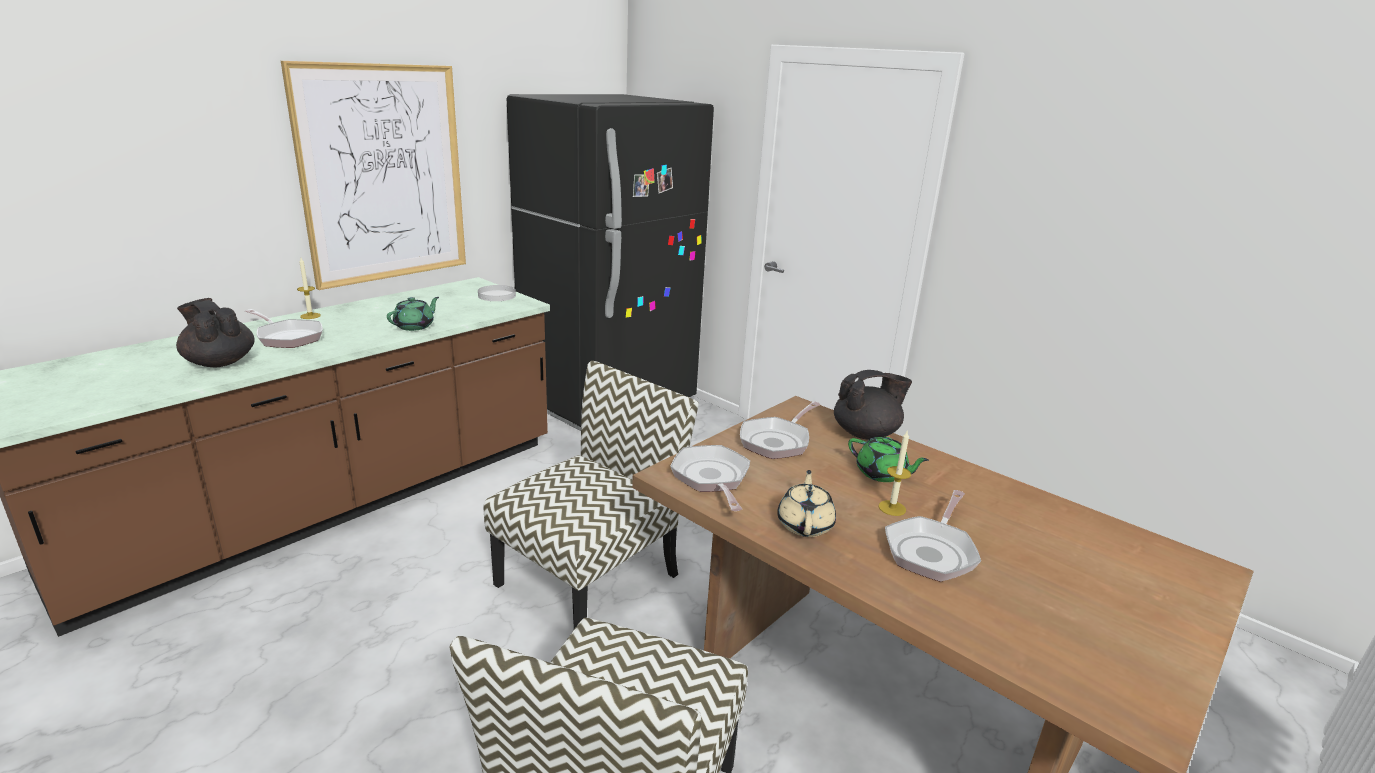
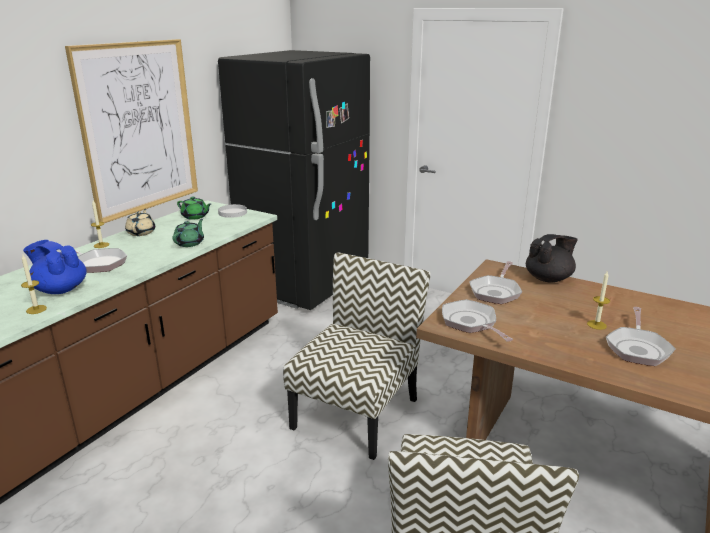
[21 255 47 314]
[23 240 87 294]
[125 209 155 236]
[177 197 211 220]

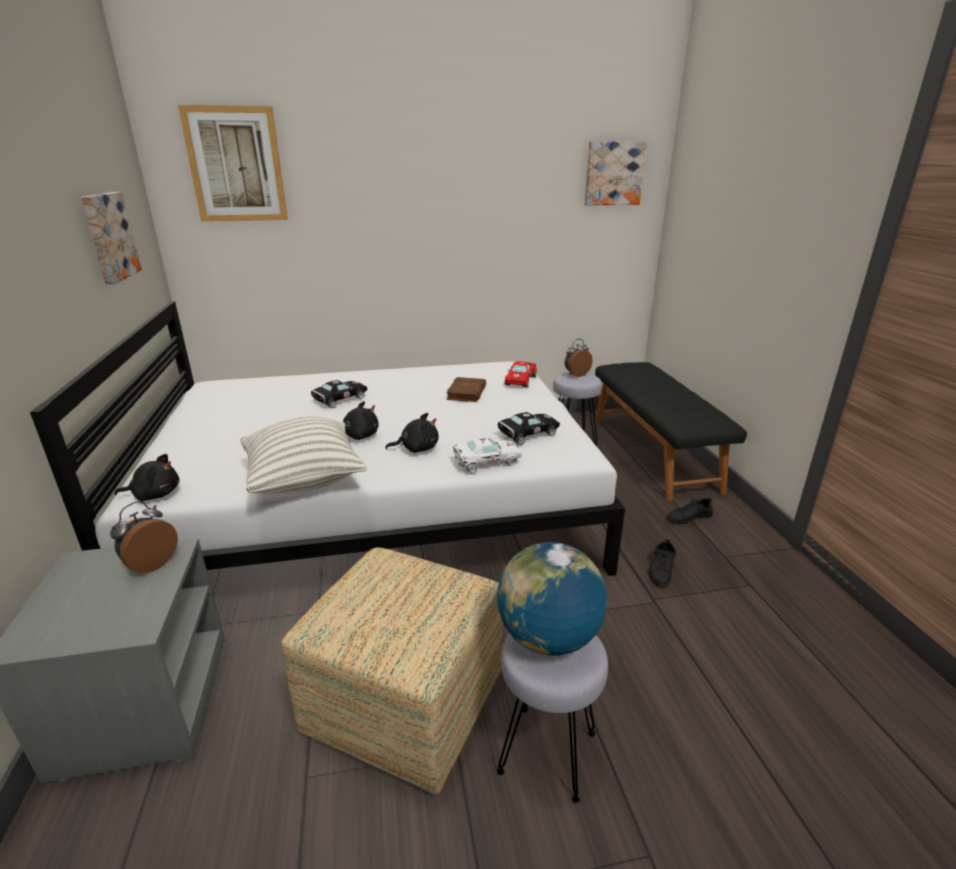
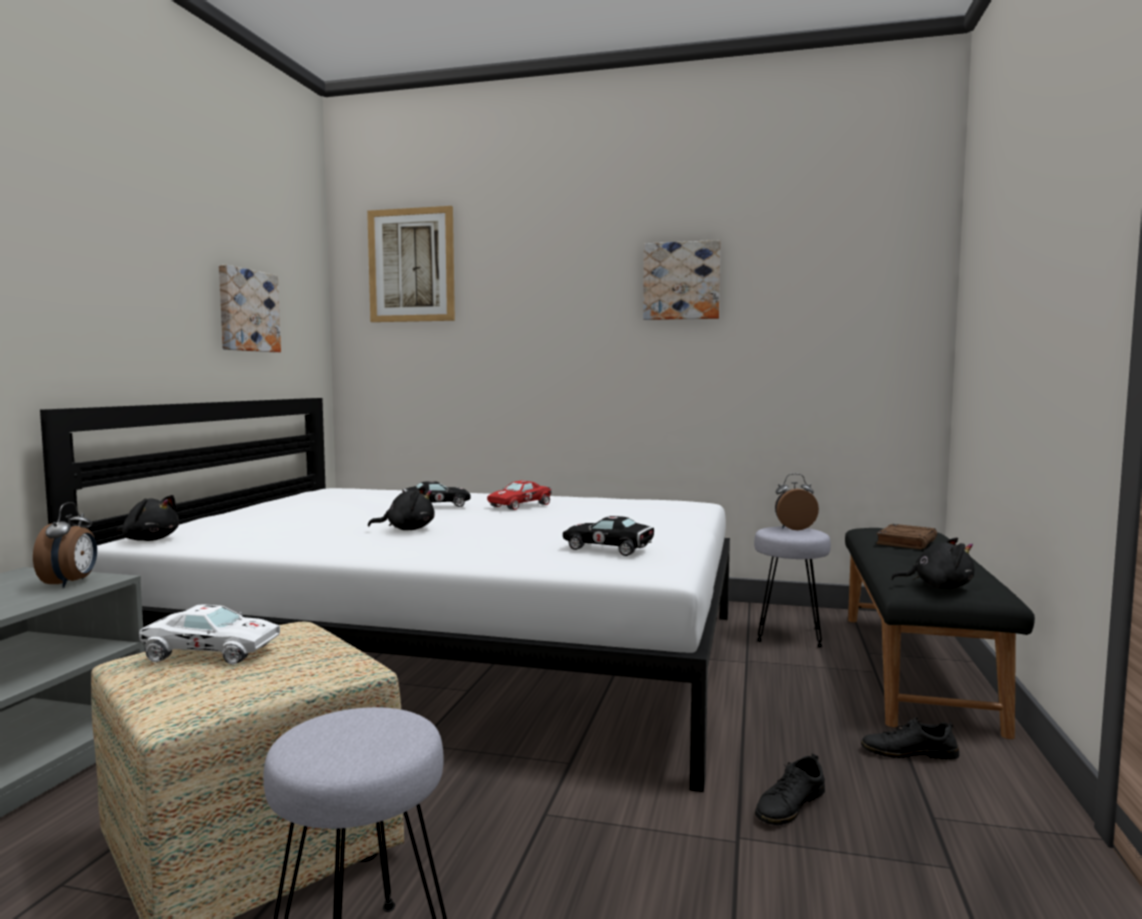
[33 502 97 588]
[138 604 280 665]
[487 481 552 510]
[563 516 654 556]
[643 240 721 320]
[876 524 937 549]
[891 538 975 589]
[240 416 367 494] (first image)
[497 542 607 656] (first image)

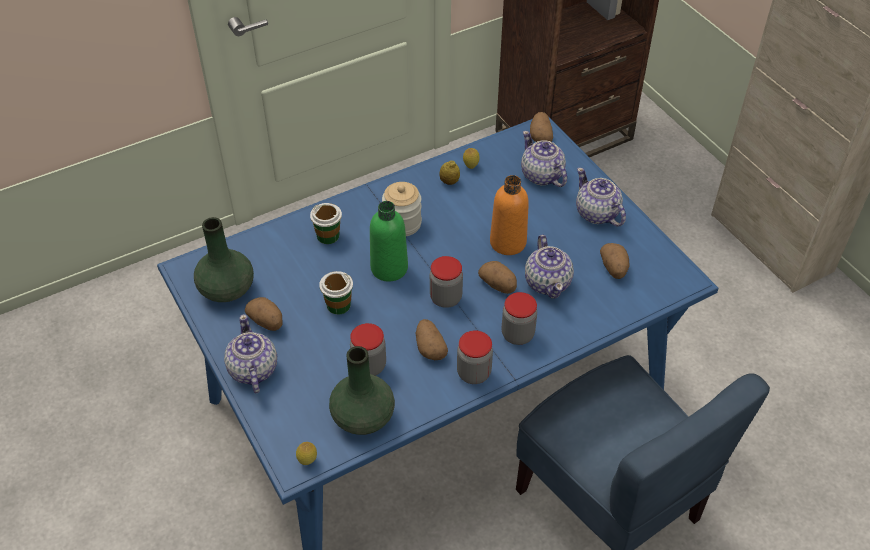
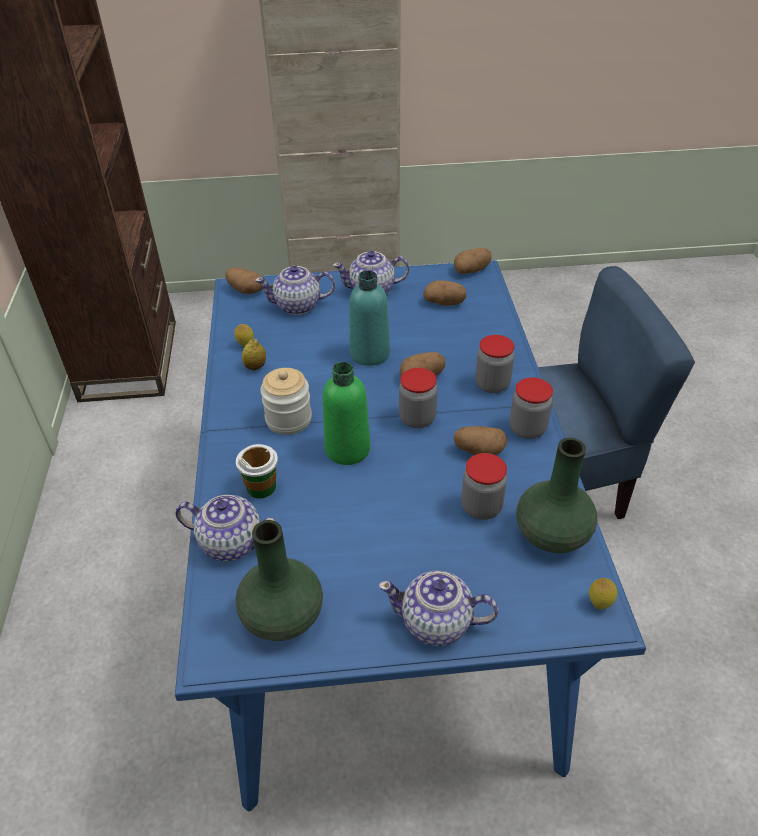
[176 495 276 561]
[349 270 390 366]
[454 248 492 274]
[319 271 353 315] (first image)

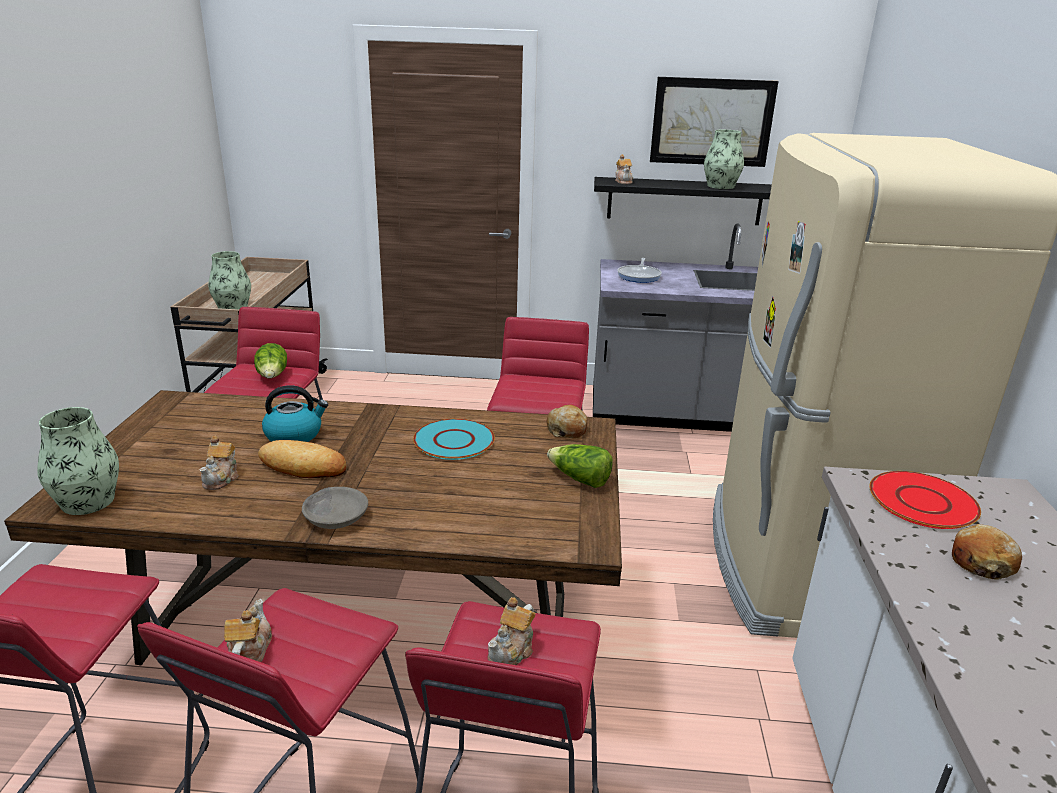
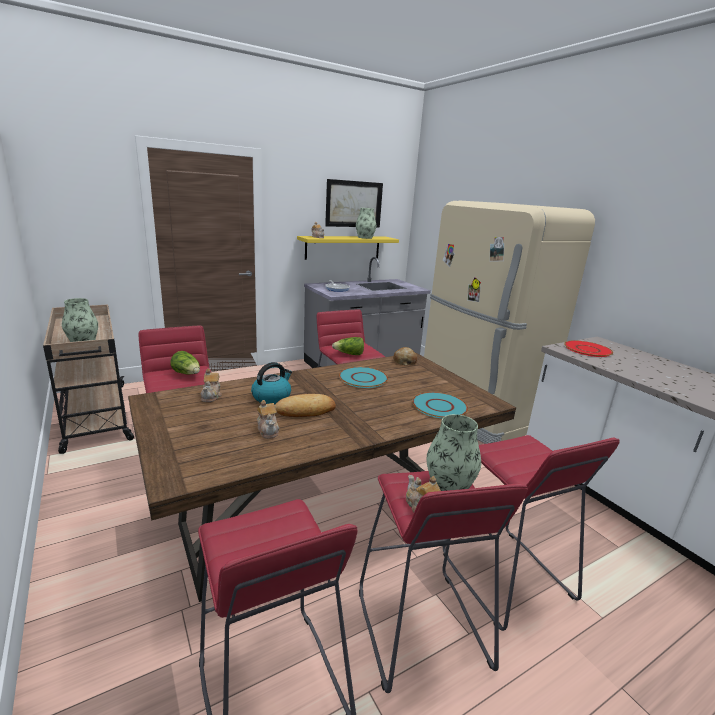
[200 369 222 402]
[297 236 399 260]
[332 337 364 355]
[412 392 468 419]
[427 414 481 491]
[302 487 368 529] (first image)
[952 524 1022 579] (first image)

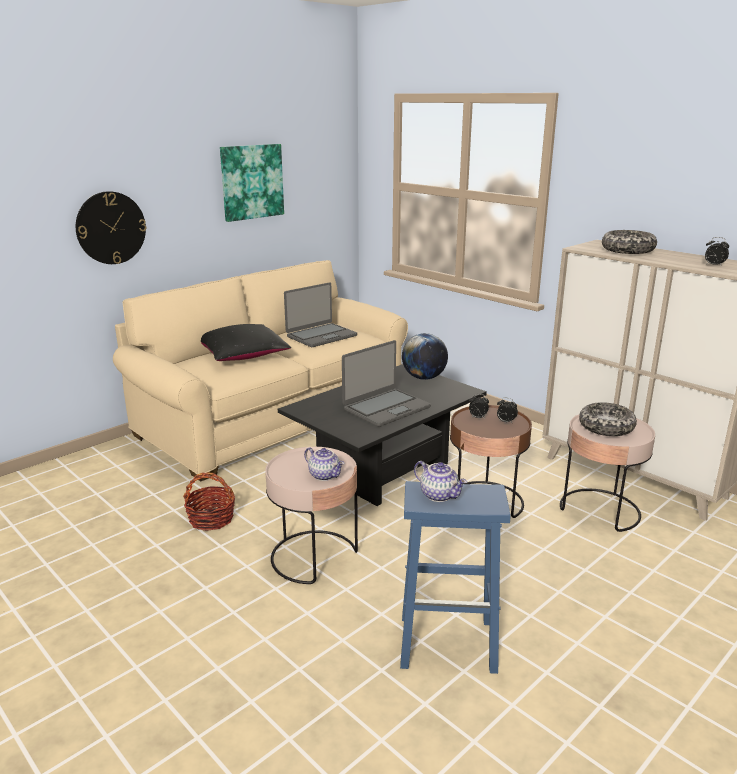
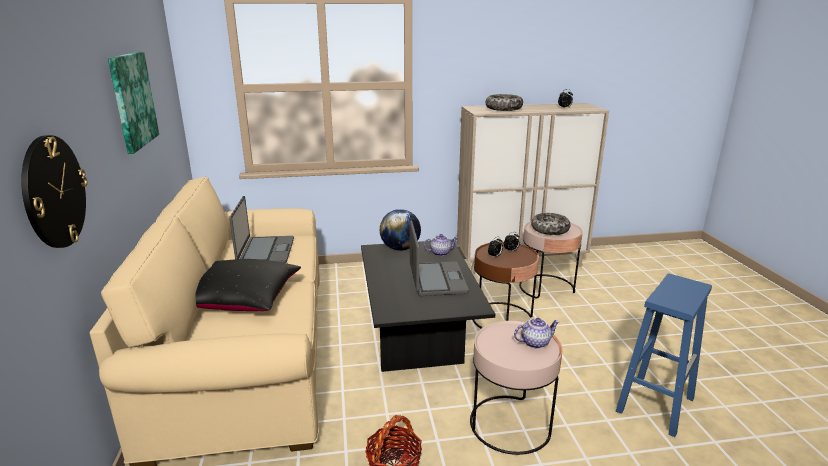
[424 234 458 256]

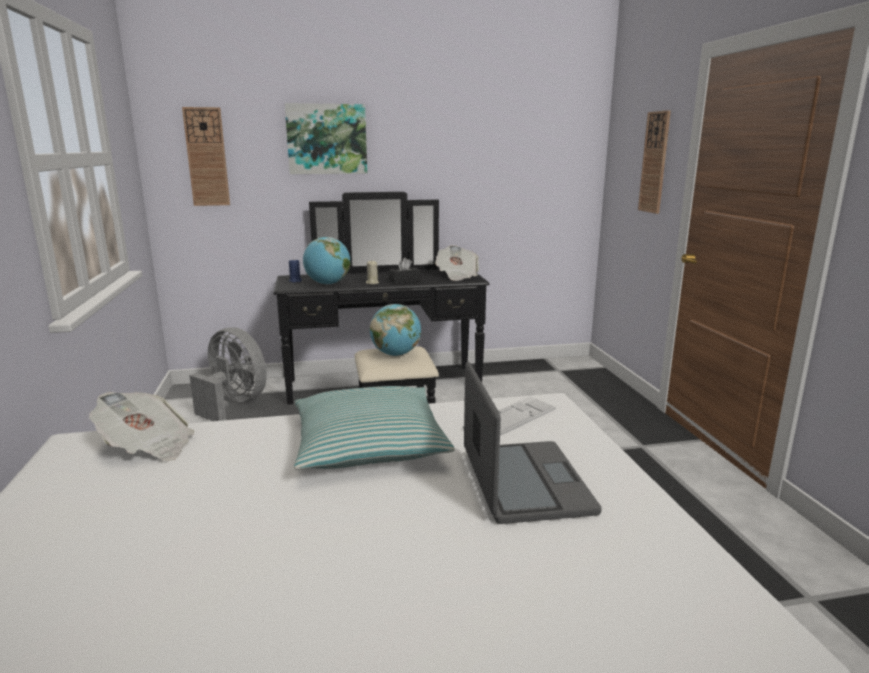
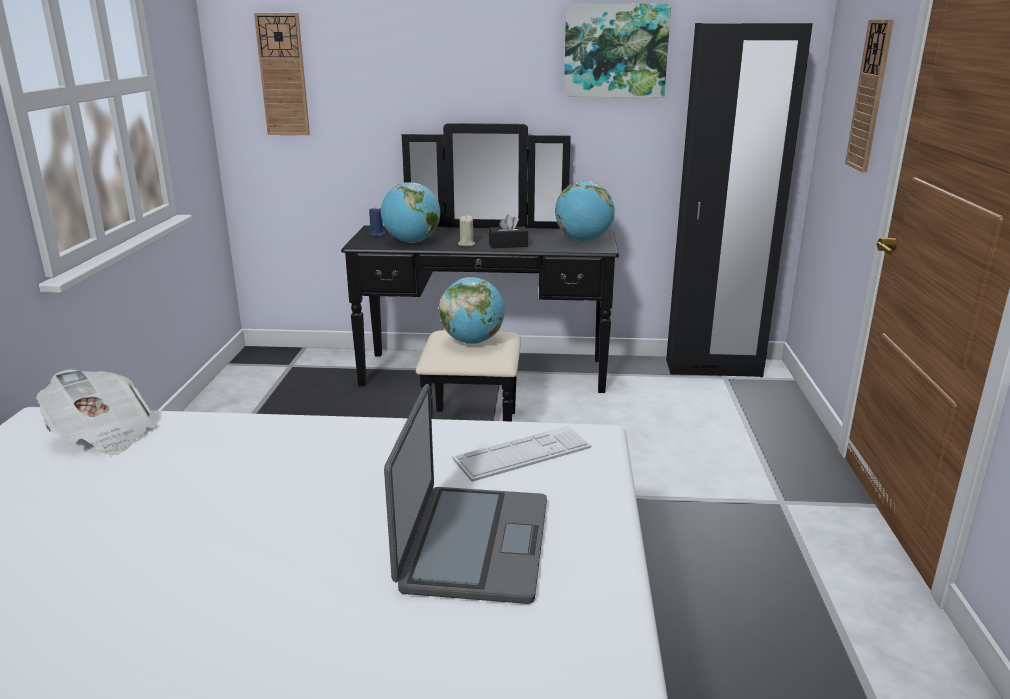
[555 181 615 241]
[564 4 671 97]
[666 23 813 377]
[189 327 267 421] (first image)
[294 386 455 470] (first image)

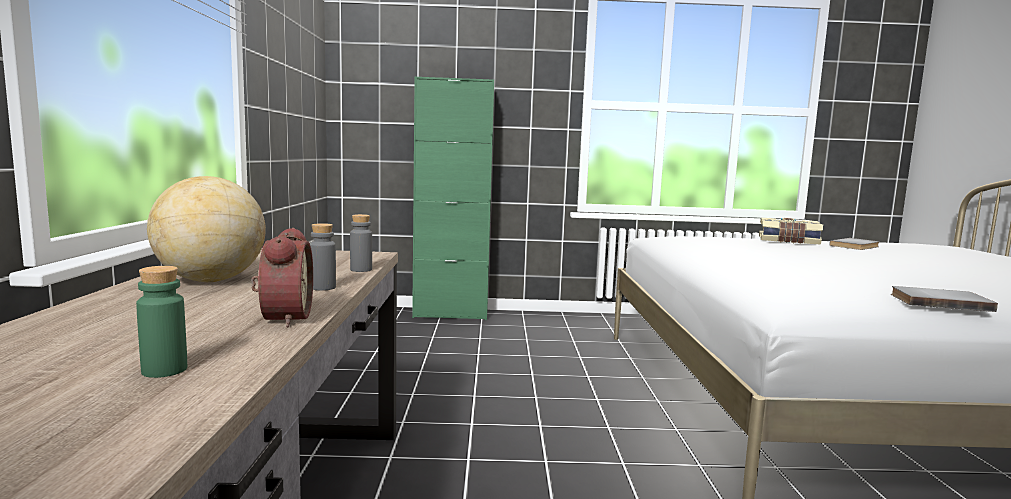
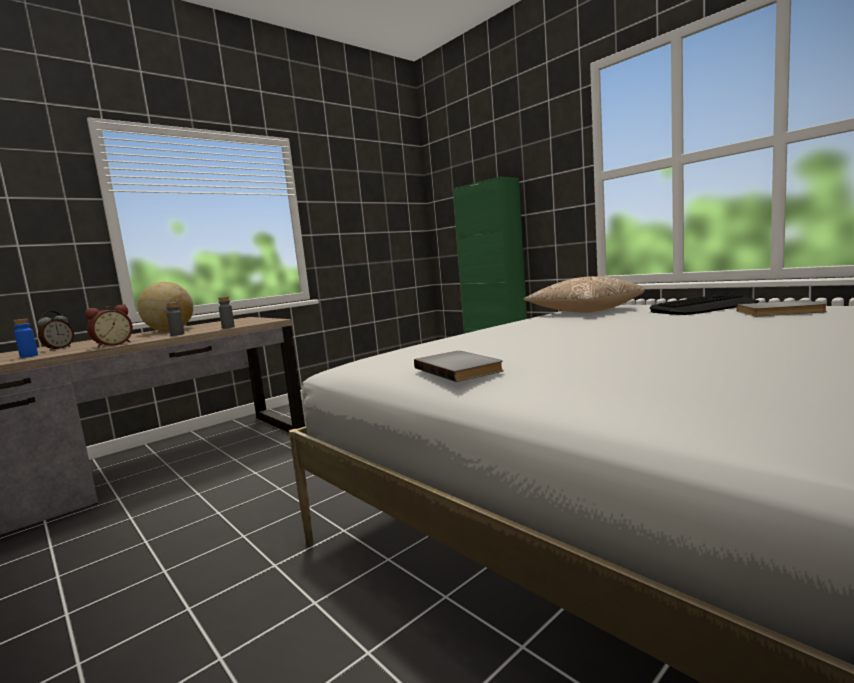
[13 319 38 358]
[37 311 74 350]
[524 276 645 313]
[650 294 759 315]

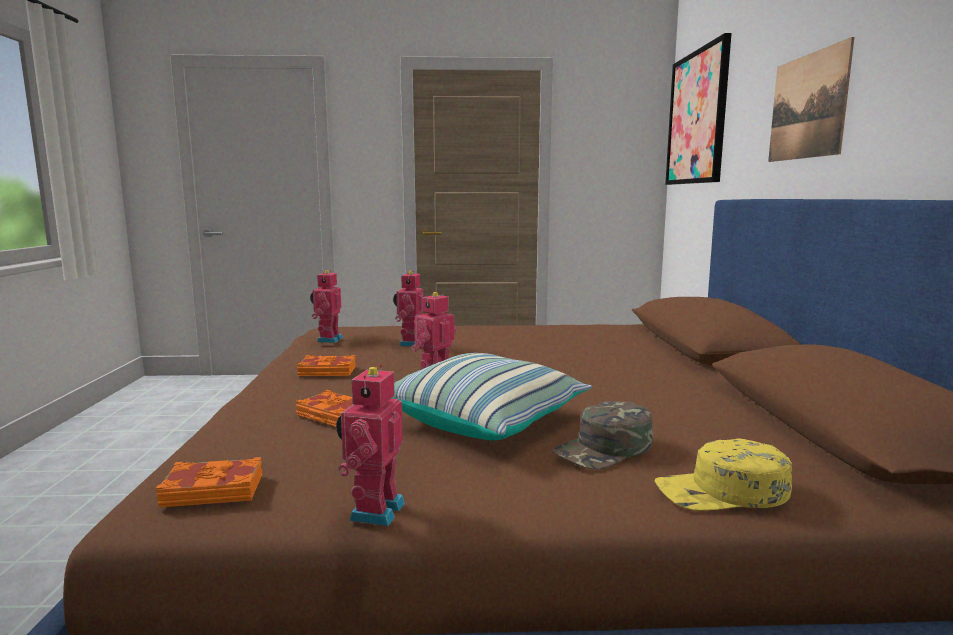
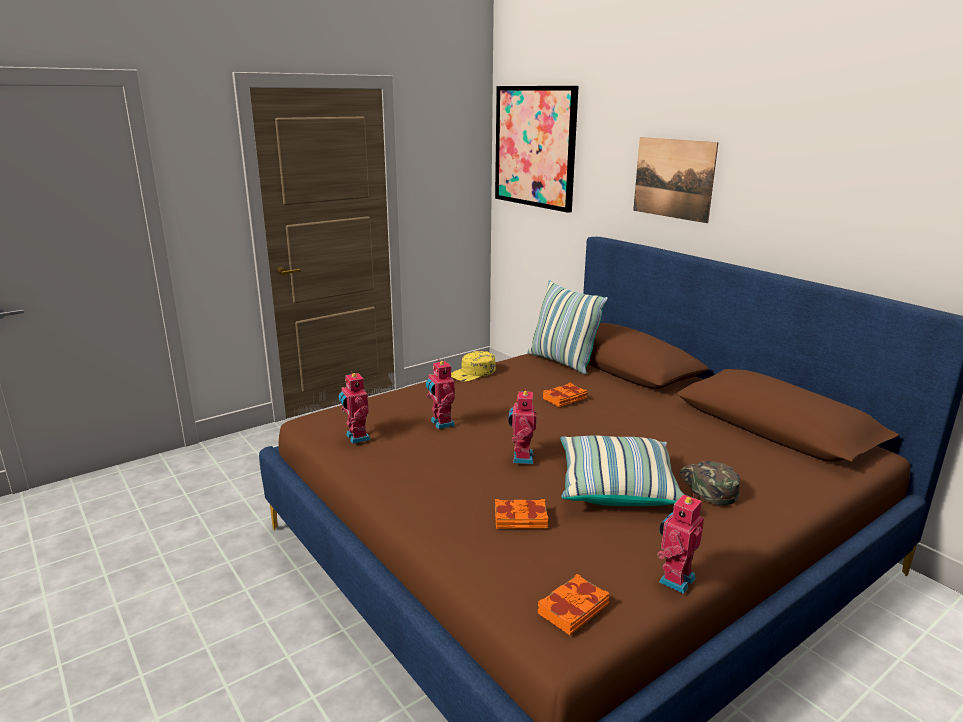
[451 351 496 382]
[528 280 608 374]
[543 383 587 407]
[657 494 704 594]
[680 461 740 505]

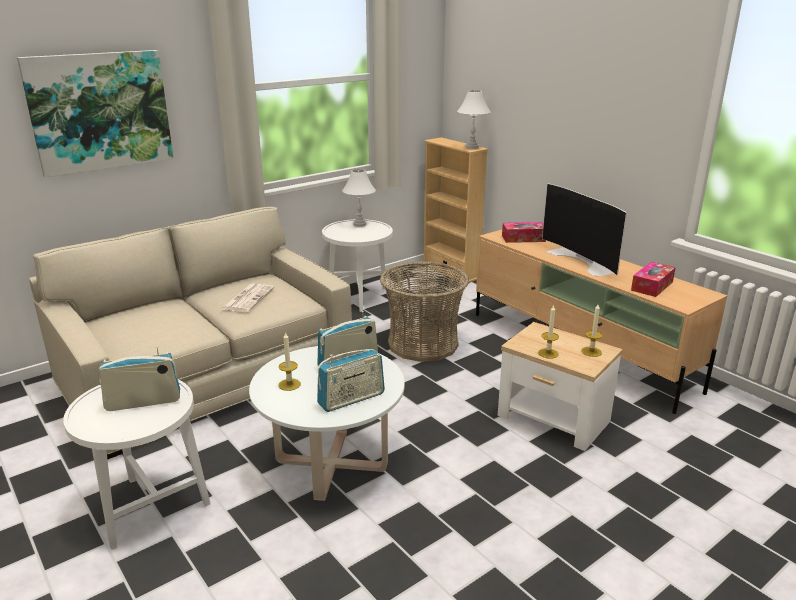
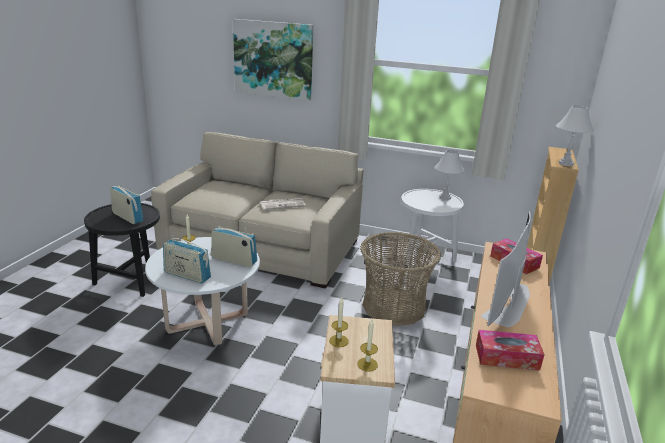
[84 203 160 297]

